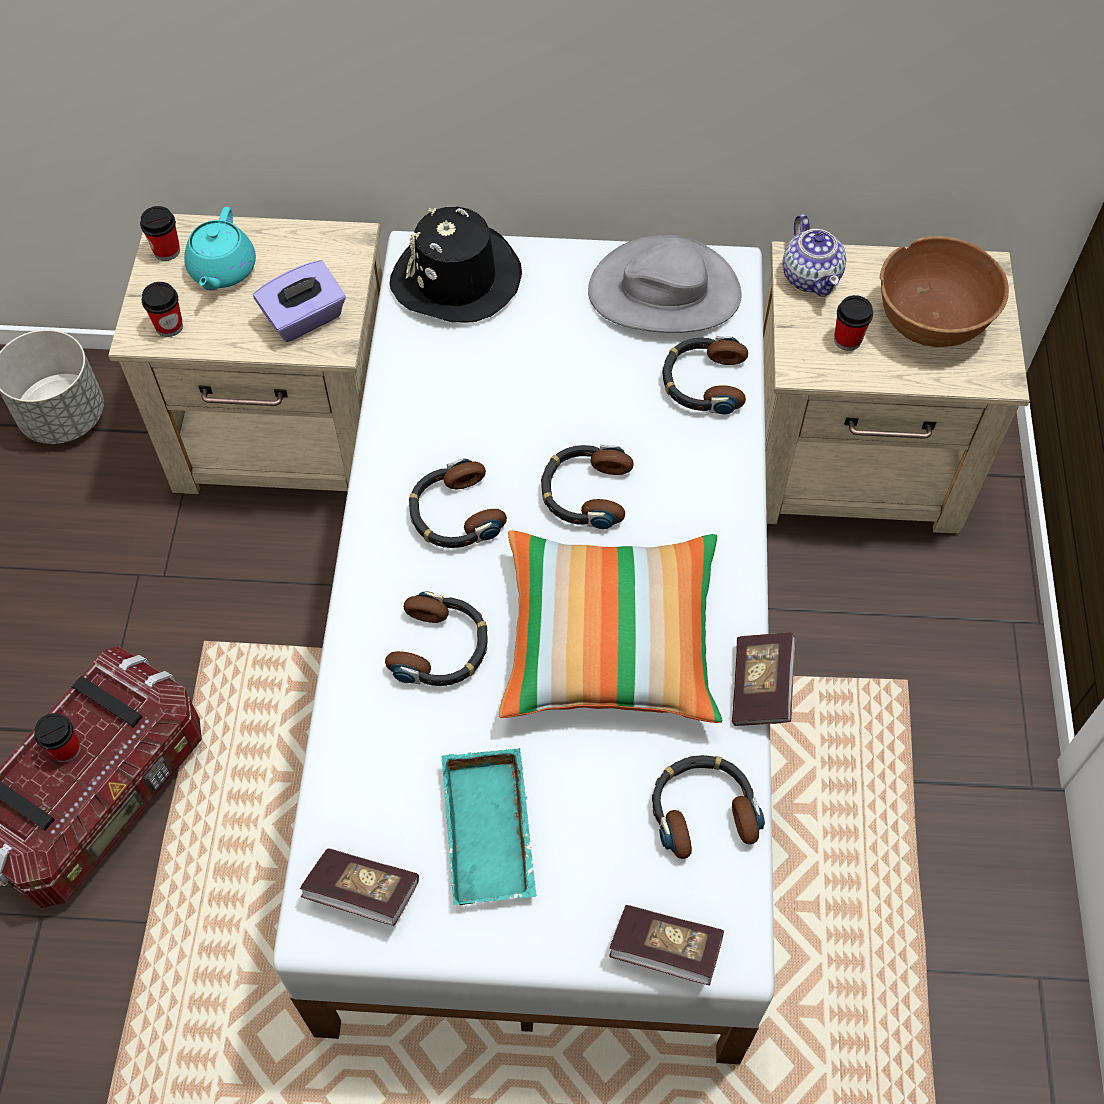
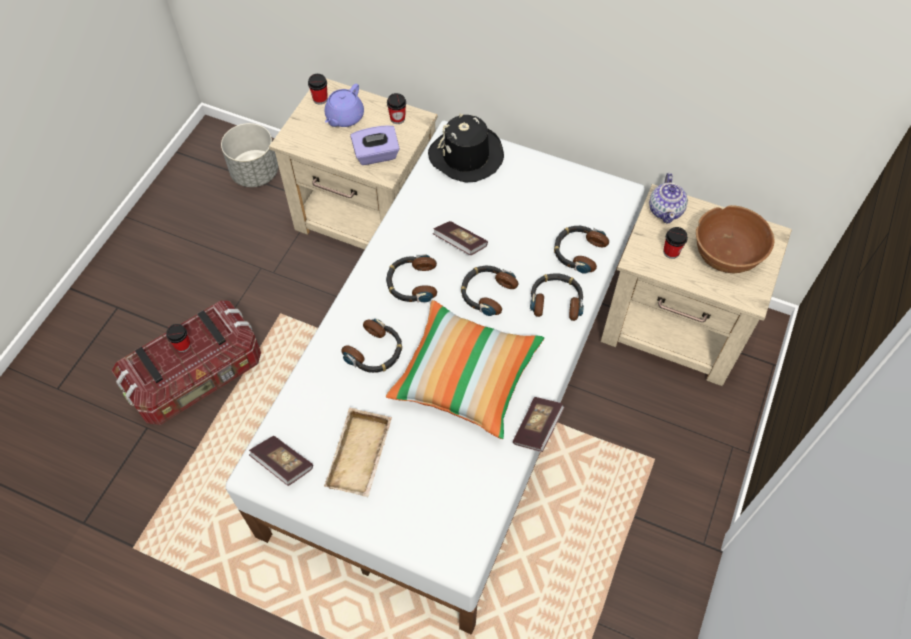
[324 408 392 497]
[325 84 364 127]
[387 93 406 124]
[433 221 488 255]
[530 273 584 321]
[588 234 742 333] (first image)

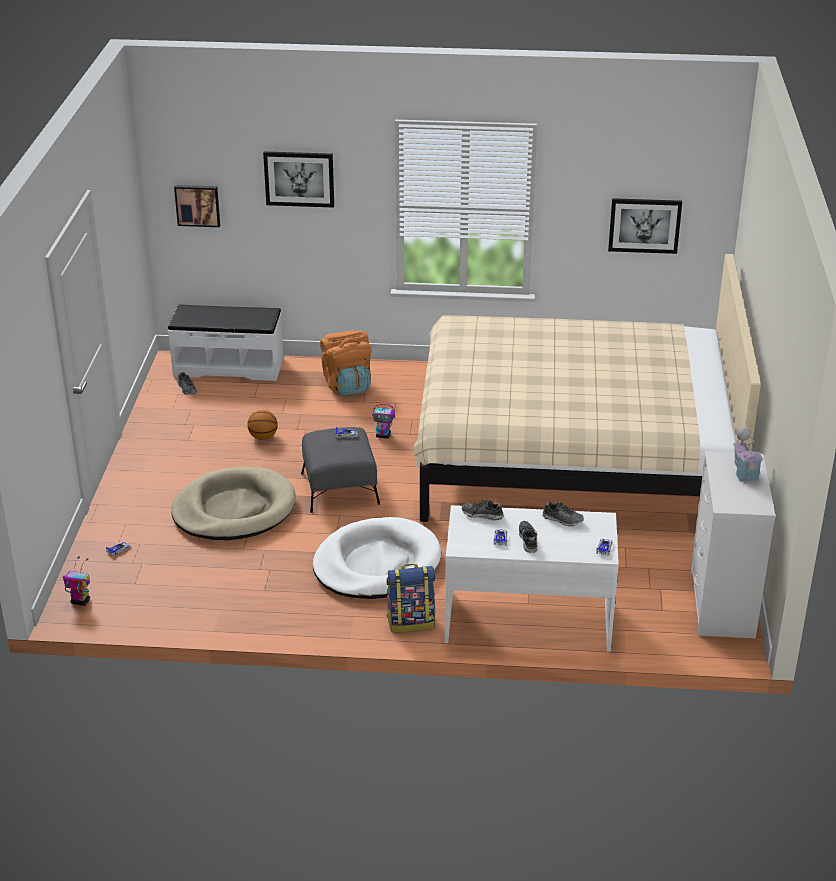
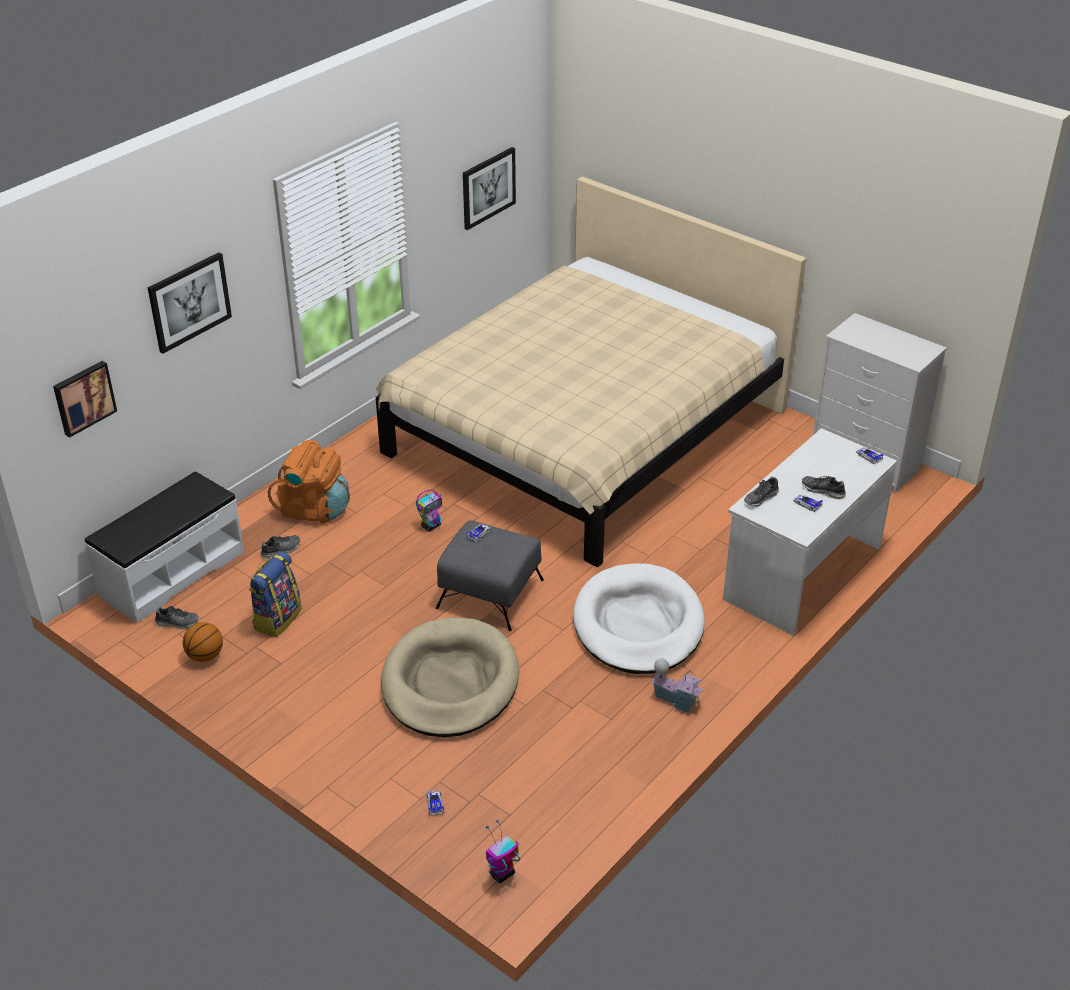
[183 622 223 662]
[249 551 302 637]
[260 535 300 559]
[651 658 704 713]

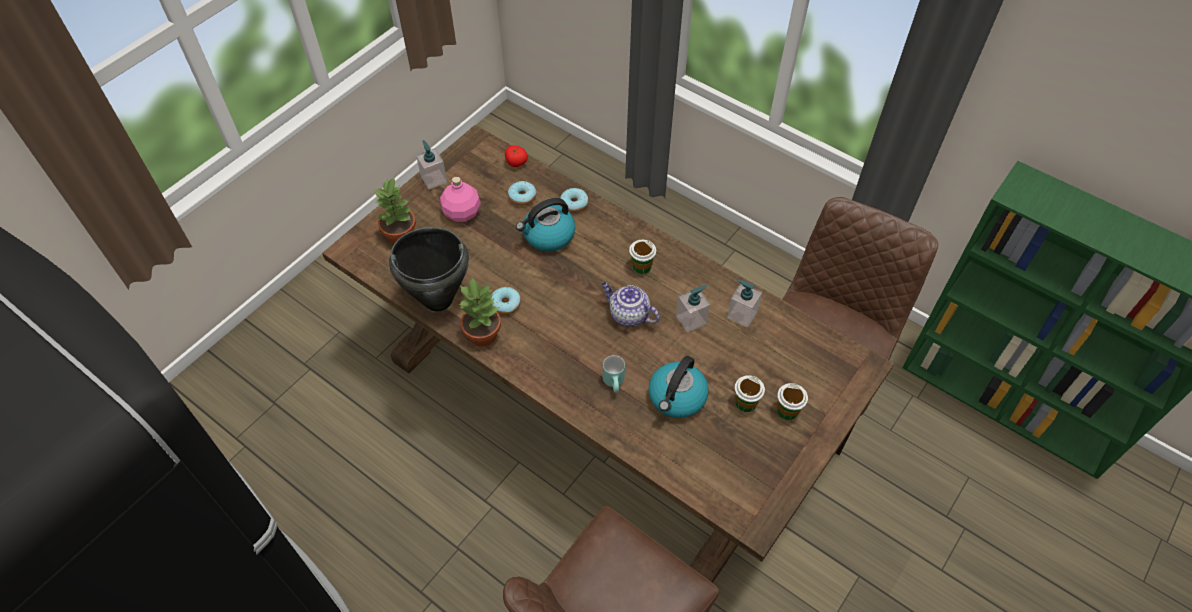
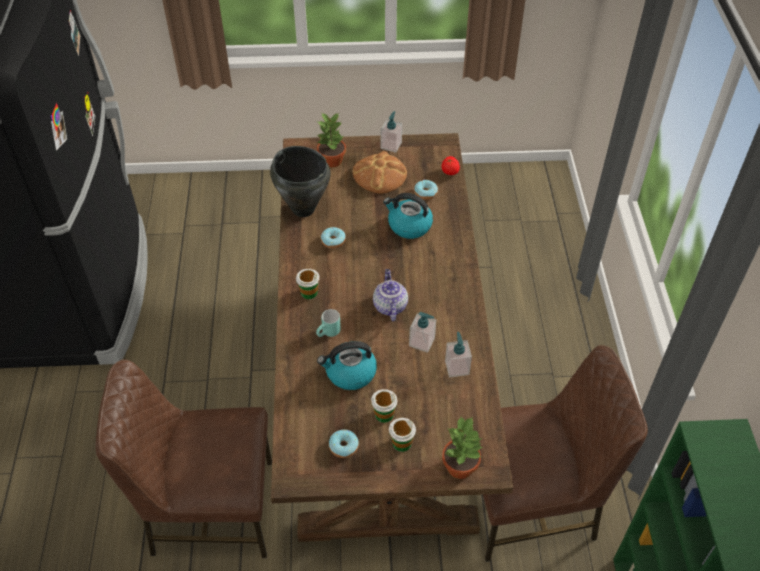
[296 269 320 299]
[329 430 359 458]
[353 151 407 194]
[442 417 483 479]

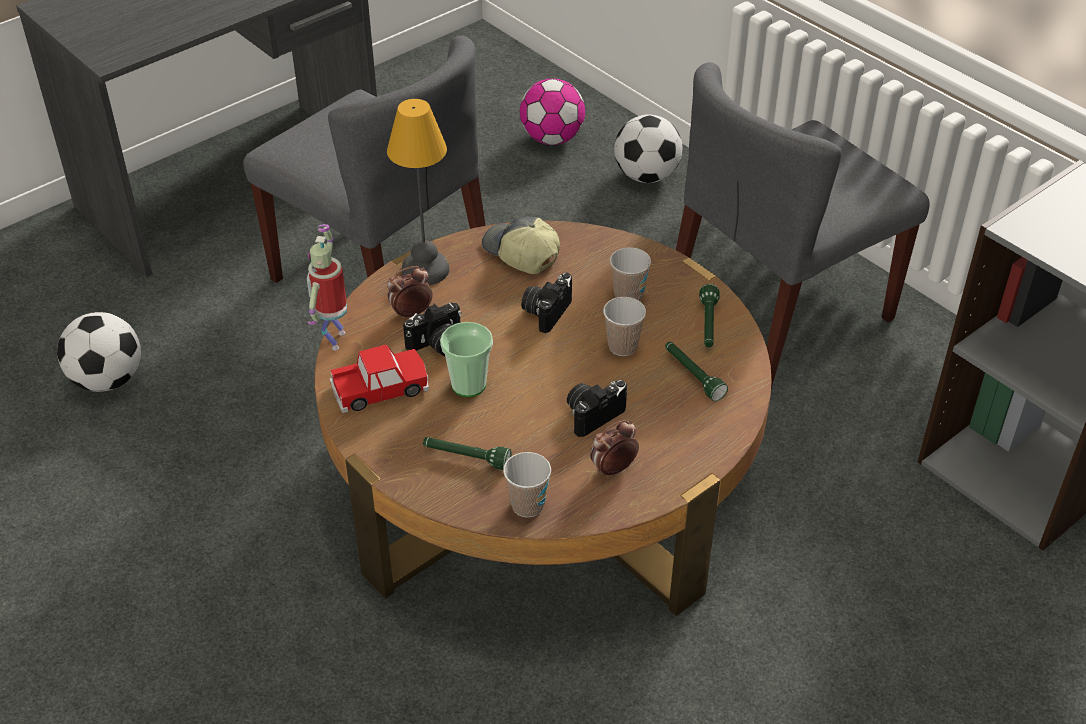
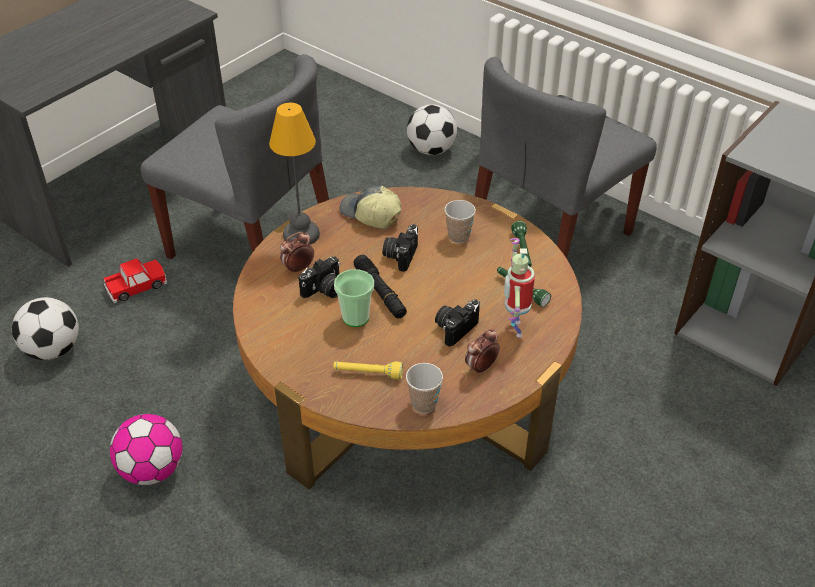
[104 258 168 303]
[110 414 182 485]
[333 362 403 379]
[354 255 407 319]
[504 238 535 338]
[603 297 646 356] (first image)

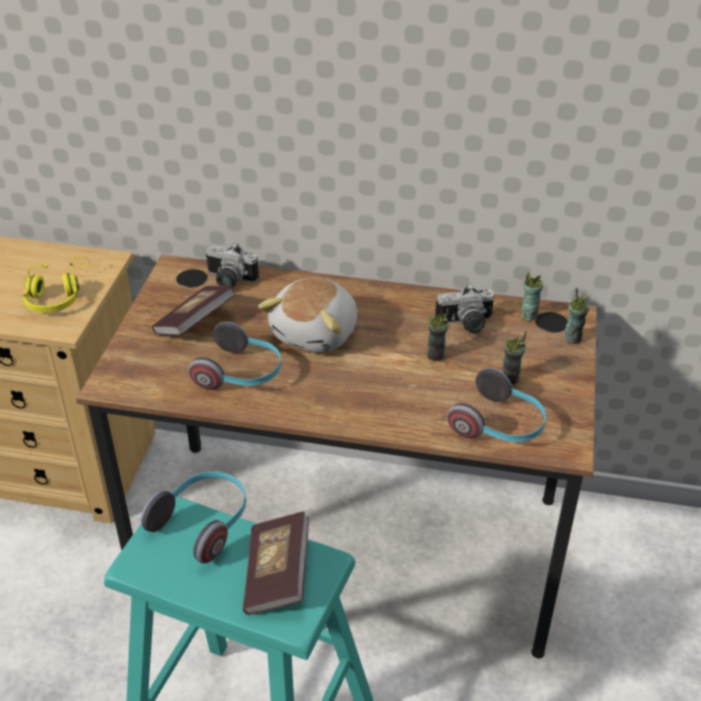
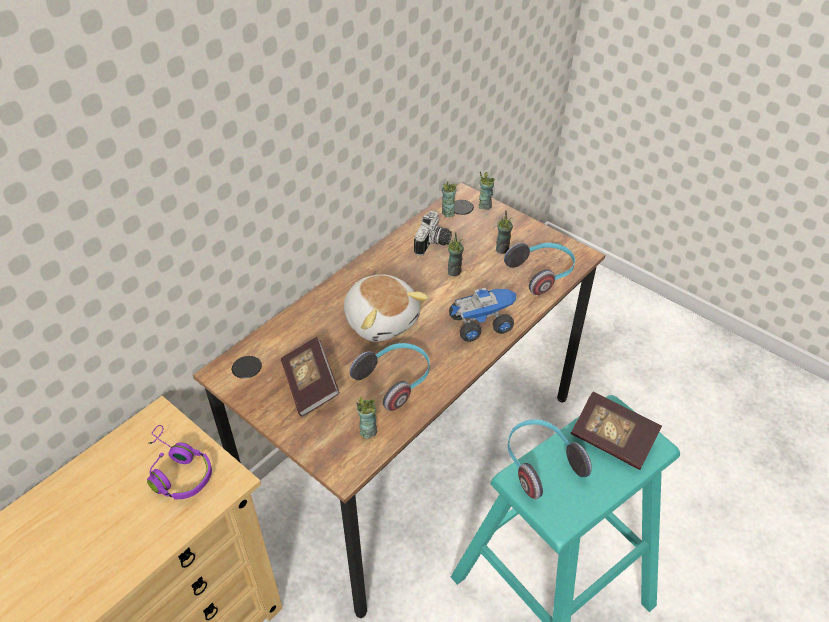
[147 425 212 499]
[356 397 377 439]
[449 288 516 342]
[206 243 259 287] (first image)

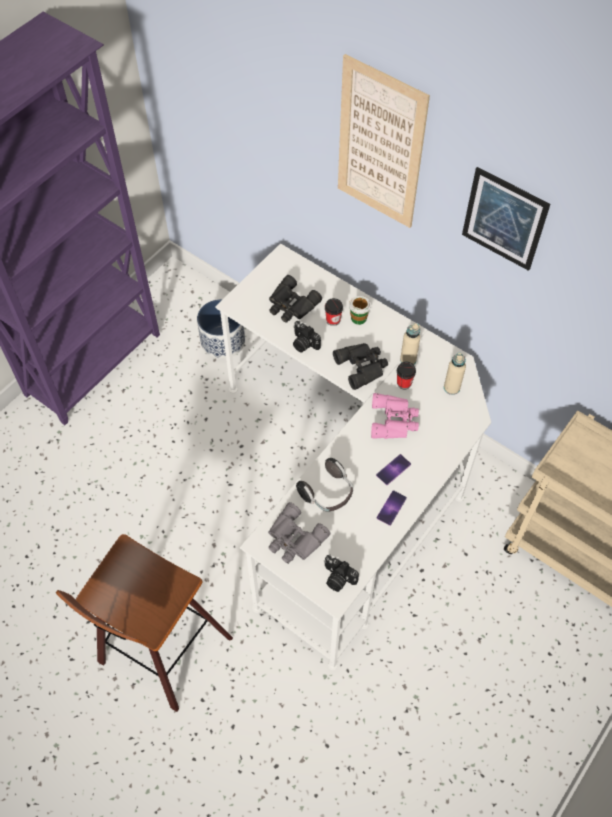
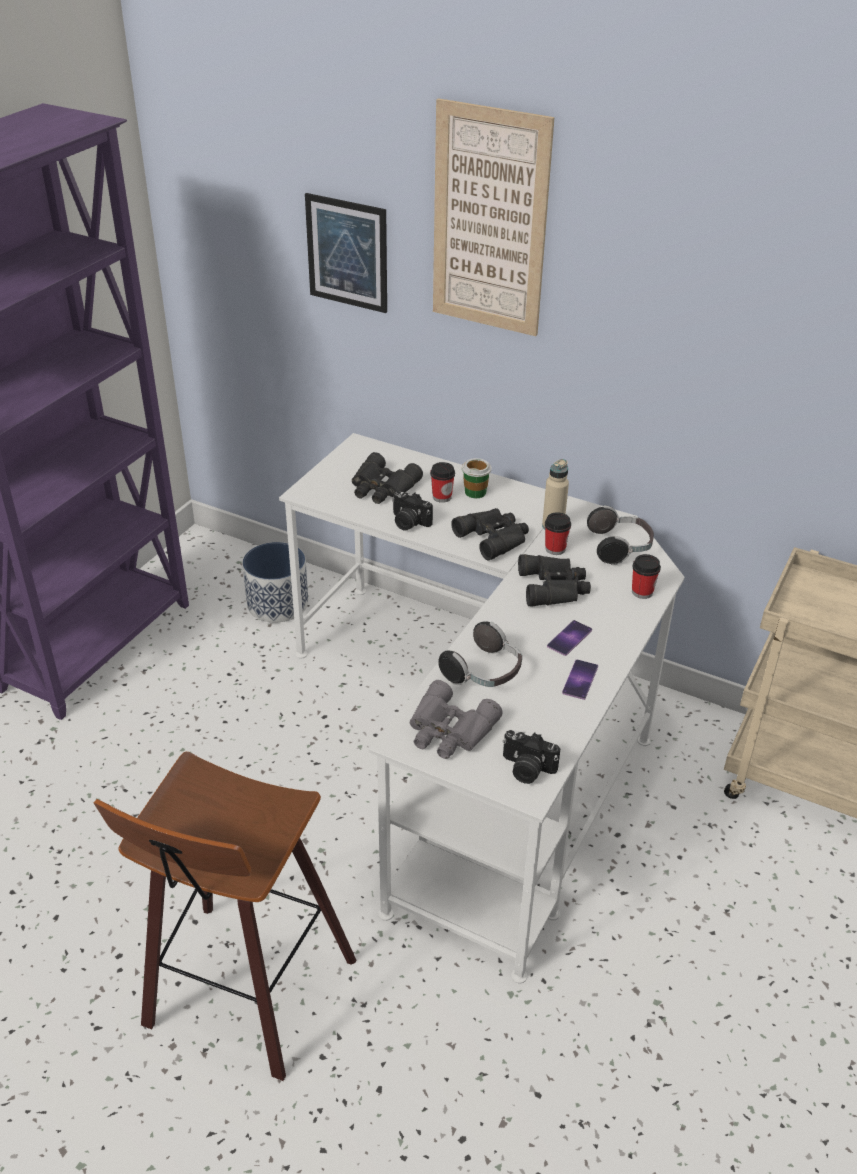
[305 193 387 313]
[518 554 591 606]
[587 505 654 565]
[632 554 661 599]

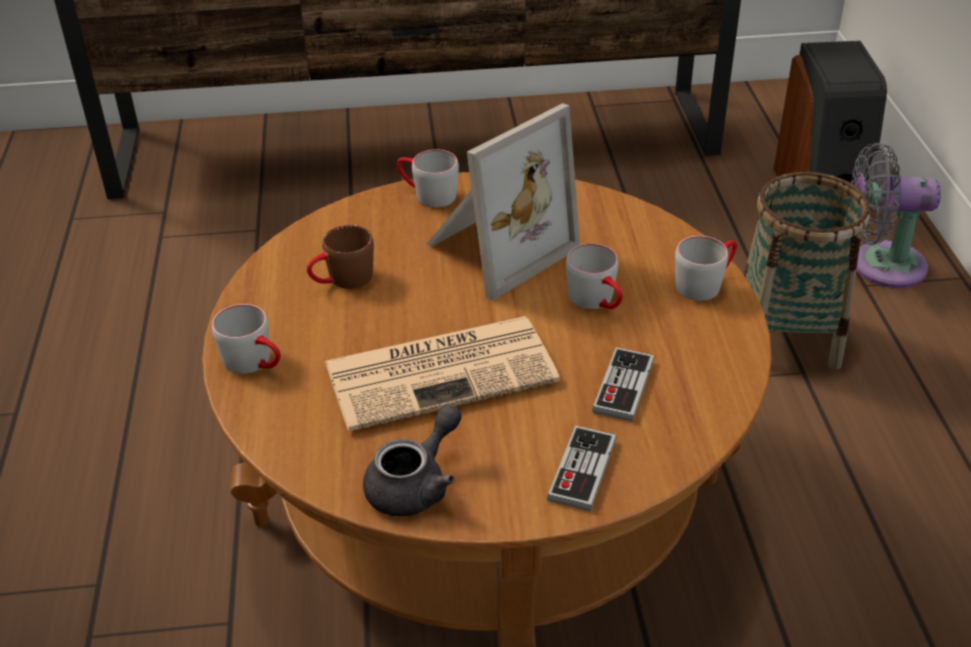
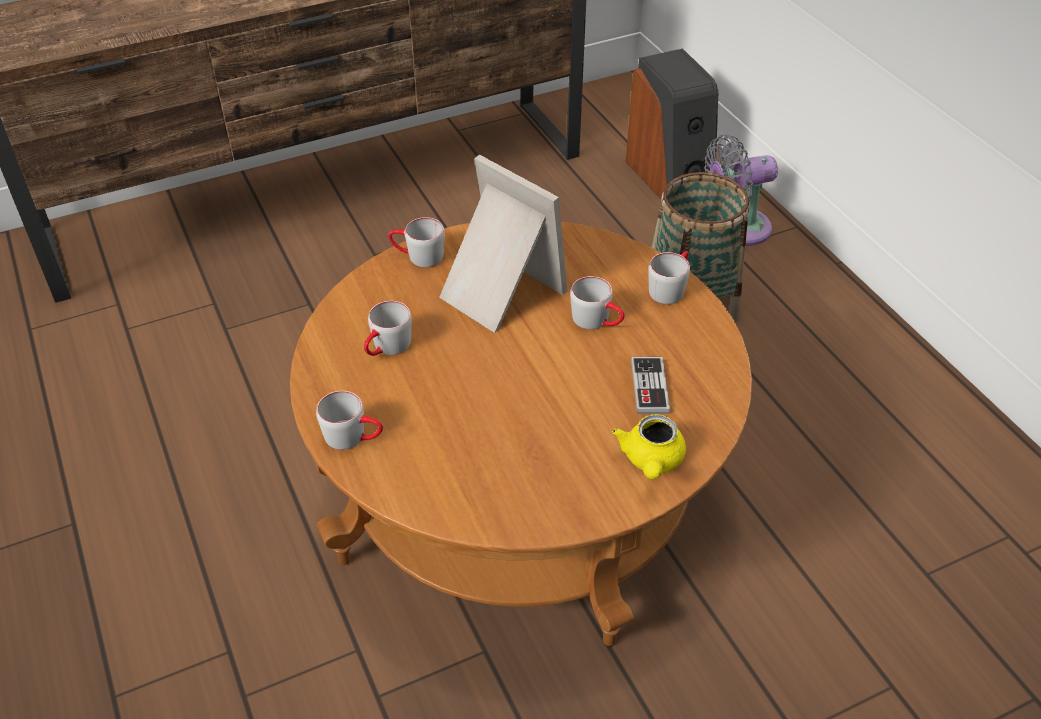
[364 301 412 356]
[439 154 567 333]
[612 414 686 479]
[325 316 560 431] (first image)
[363 404 462 517] (first image)

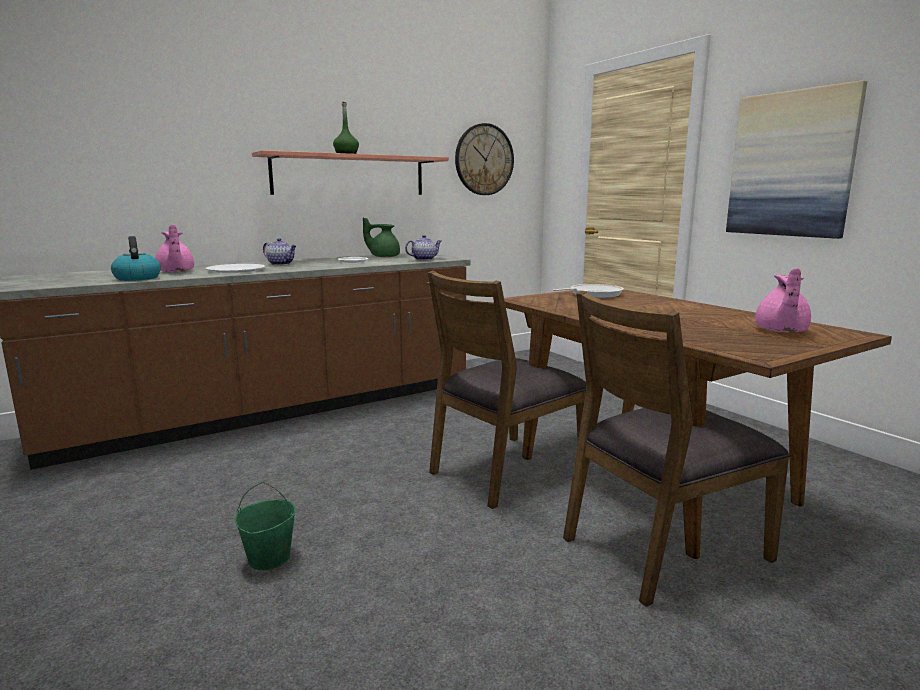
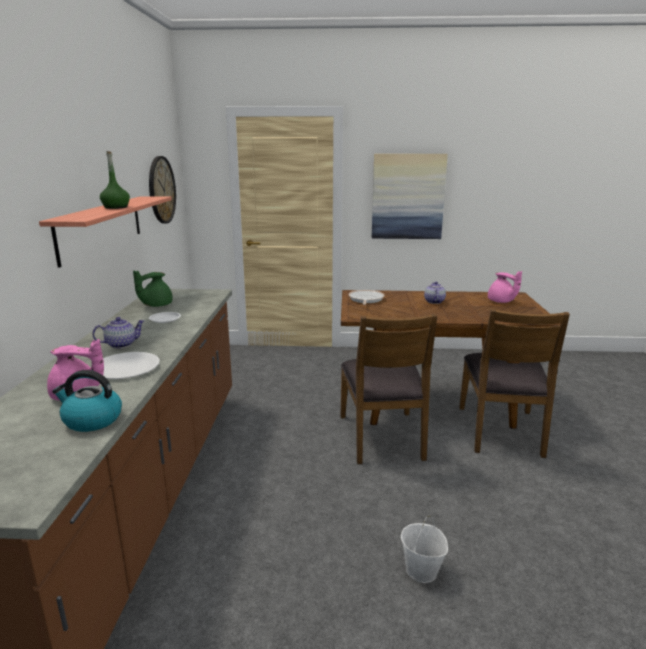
[401 516 448 583]
[424 282 446 304]

